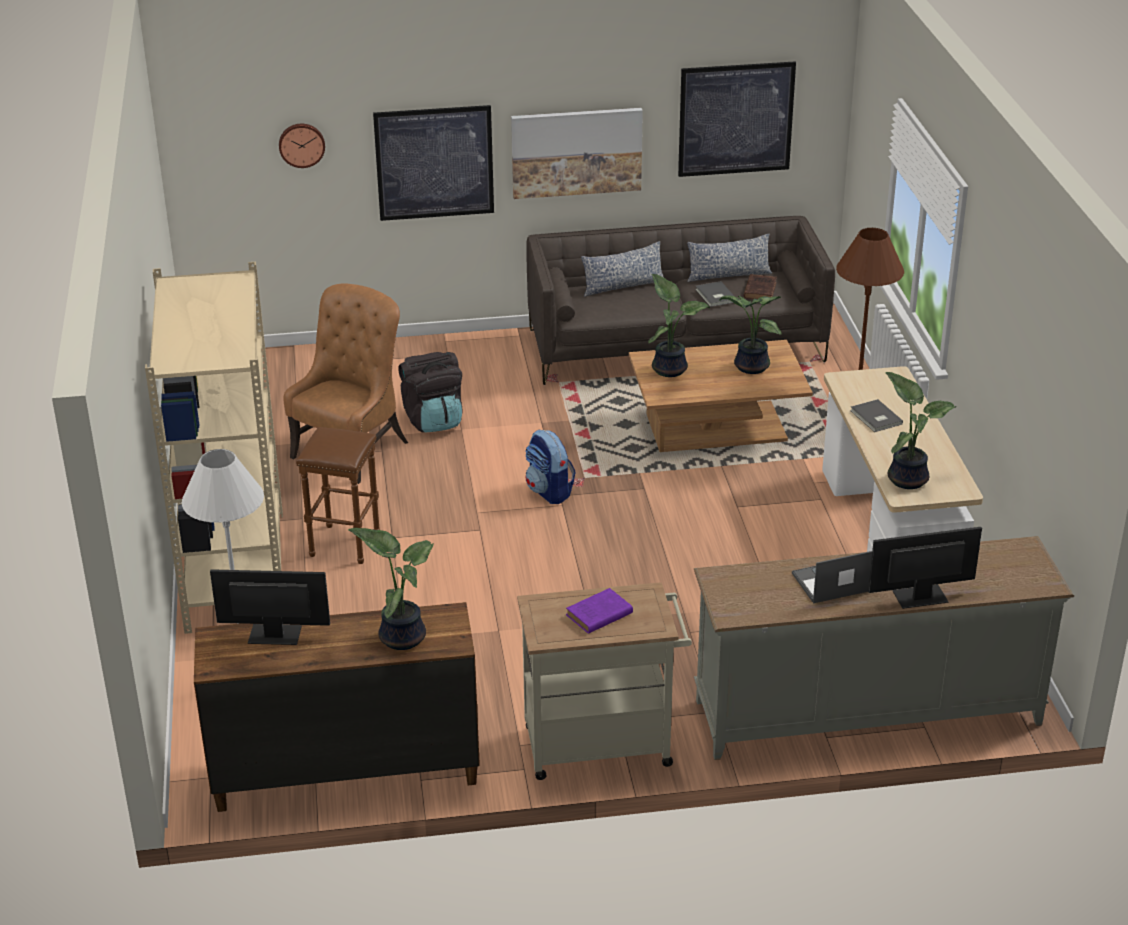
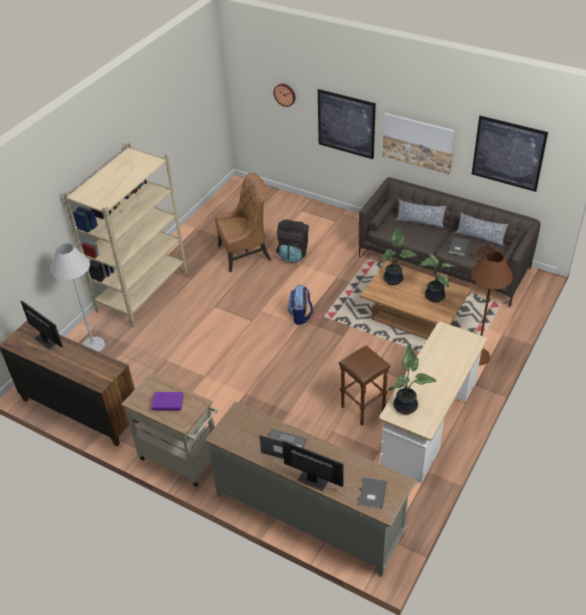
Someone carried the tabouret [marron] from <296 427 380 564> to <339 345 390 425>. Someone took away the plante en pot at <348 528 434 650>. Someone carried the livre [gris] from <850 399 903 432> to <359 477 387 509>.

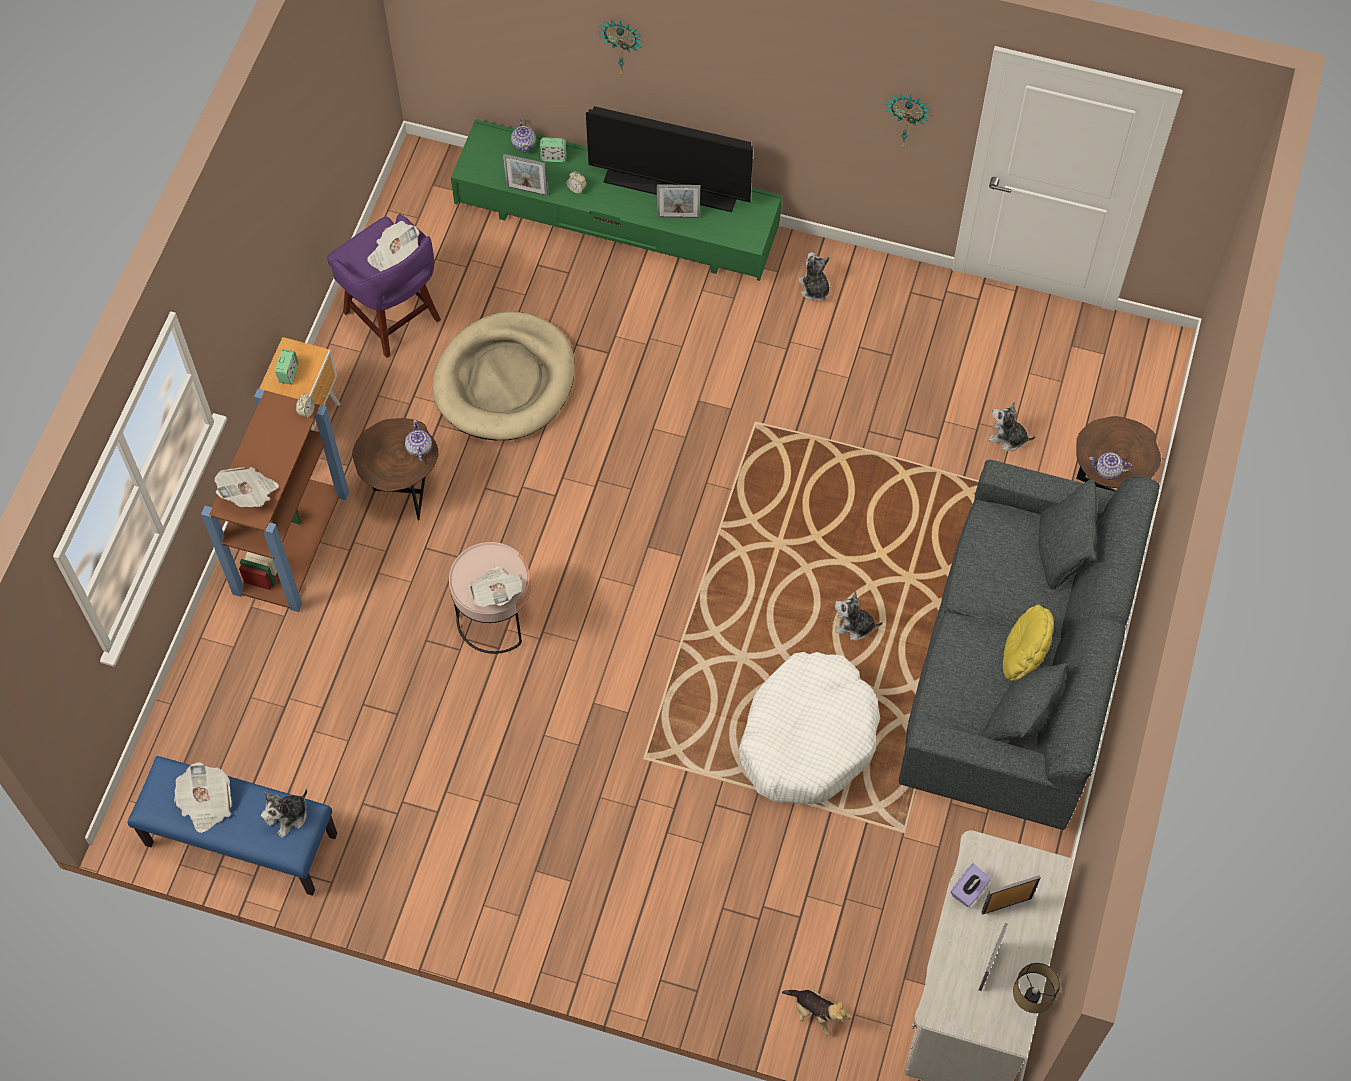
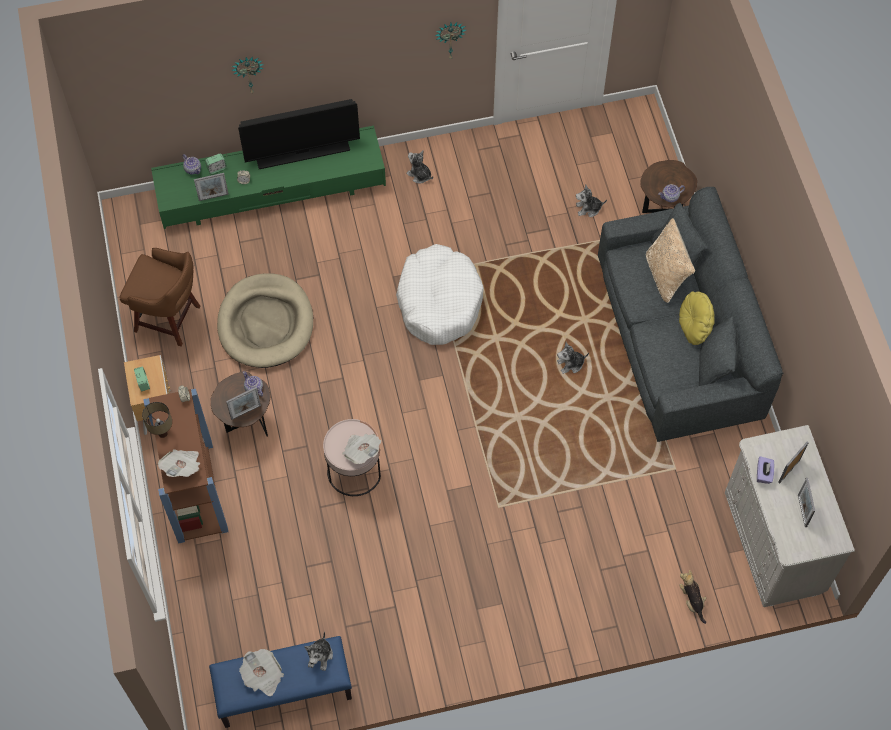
Someone repainted the tabouret [violet] at <327 214 441 358>, which became the tabouret [marron] at <119 248 200 347>. Someone took away the journal at <367 221 419 272>. Someone carried the cadre photo from <657 184 700 218> to <226 387 261 420>. Someone carried the panier pour chien [blanc] from <739 652 880 805> to <396 244 484 345>. Someone rotated the peluche at <782 990 851 1036> by 120 degrees counterclockwise. Someone carried the lampe de table from <1013 963 1060 1013> to <142 402 172 438>. Someone put down the coussin [beige] at <646 218 695 303>.

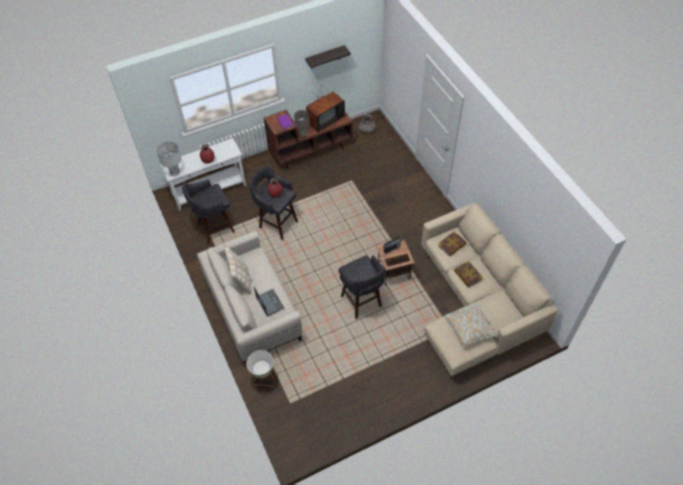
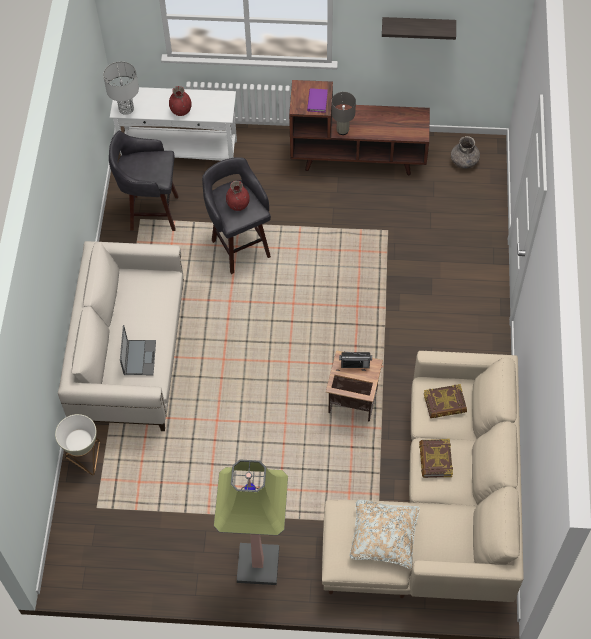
Someone took away the coussin [beige] at <223 244 251 295>. Someone took away the téléviseur at <306 84 345 132>. Someone took away the tabouret [gris] at <339 255 386 319>. Someone put down the lampadaire at <214 460 288 585>.

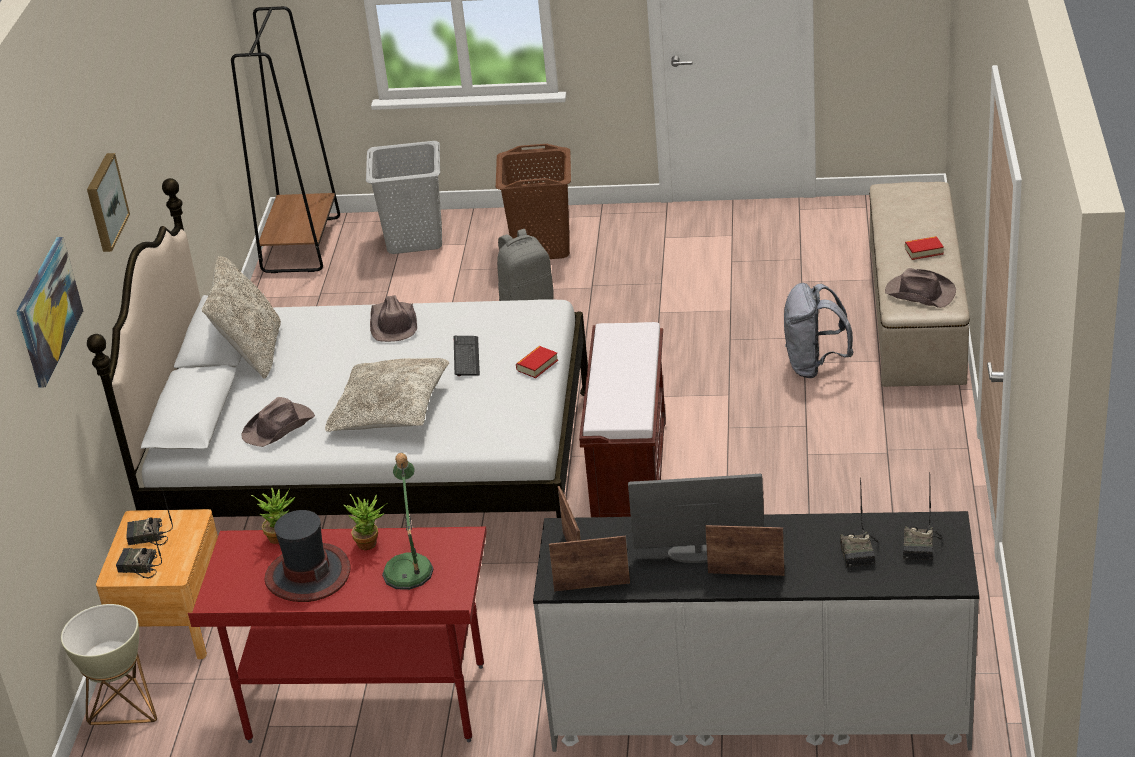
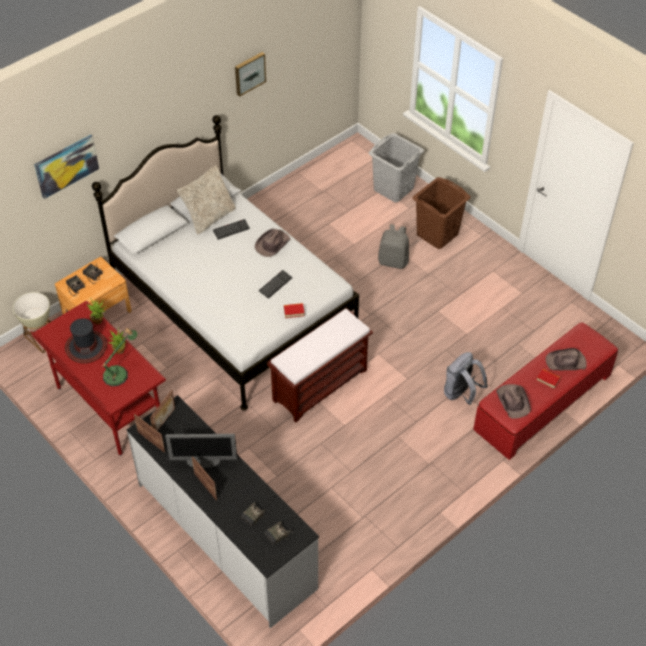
Someone carried the tableau from <87 153 130 252> to <235 52 266 97>. Someone took away the portant at <231 6 340 273>. Someone carried the chapeau [marron] from <242 397 315 447> to <546 348 587 370>. Someone took away the coussin [beige] at <325 358 449 432>. Someone rotated the écran d'ordinateur at <628 474 764 563> by 135 degrees clockwise. Someone repainted the banc [beige] at <869 182 970 387>, which became the banc [rouge] at <473 322 618 460>. Someone put down the clavier at <213 219 250 240>.

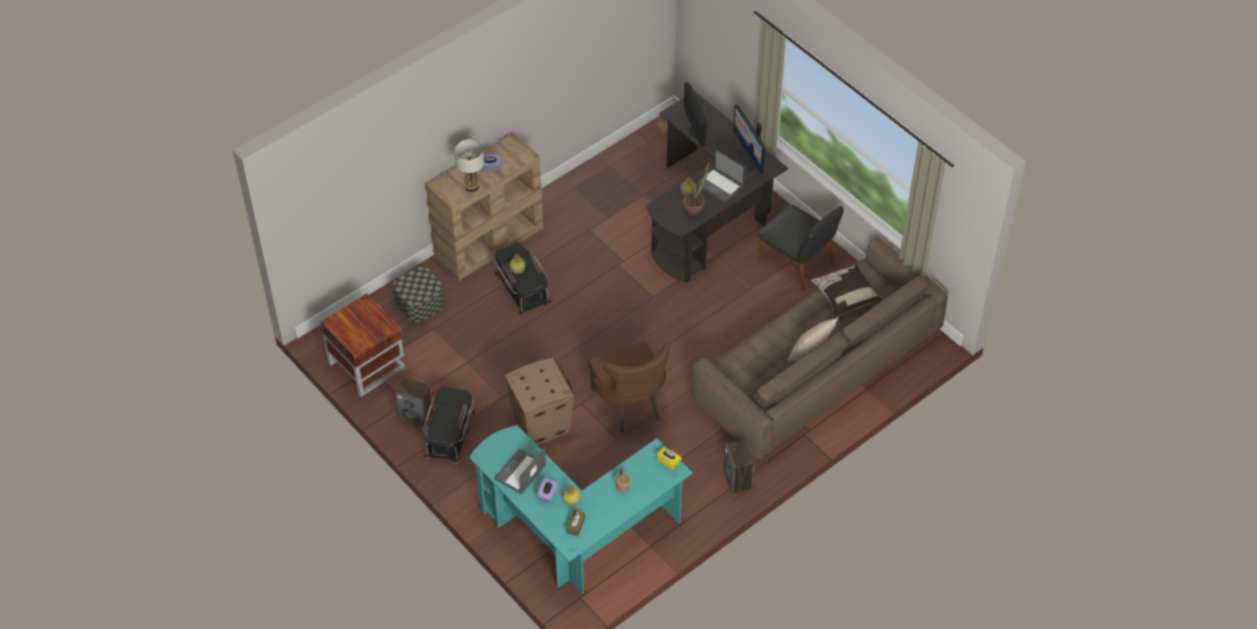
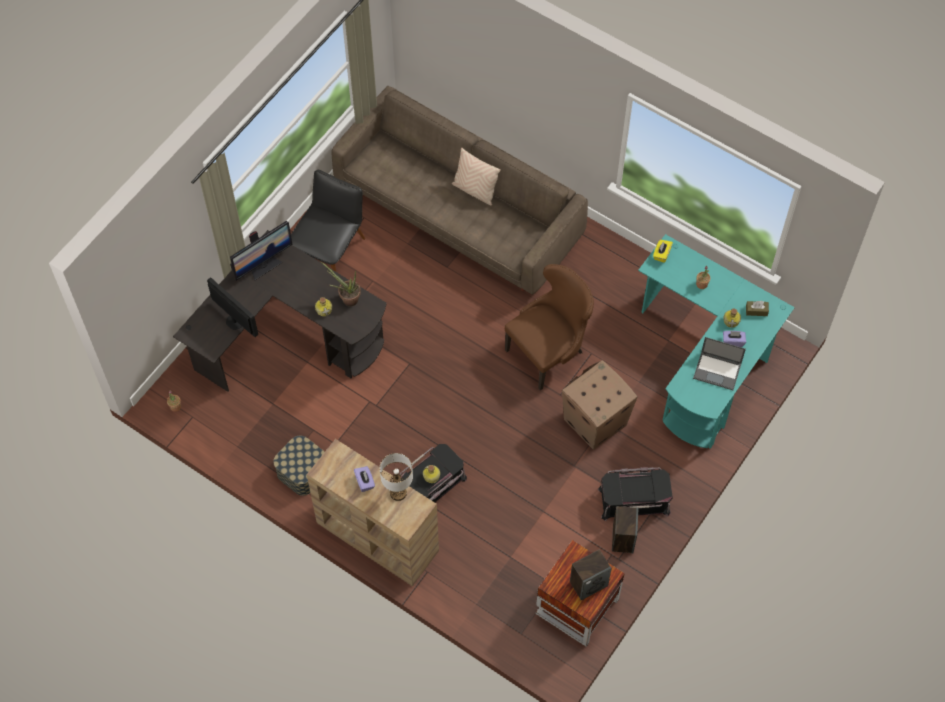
Someone carried the boîte de rangement from <393 267 444 322> to <273 435 324 496>. Someone rotated the écran d'ordinateur at <684 82 707 147> by 105 degrees counterclockwise. Someone took away the ordinateur portable at <695 149 745 203>. Someone carried the enceinte from <724 440 754 493> to <570 550 612 600>. Someone took away the coussin at <811 265 882 317>.

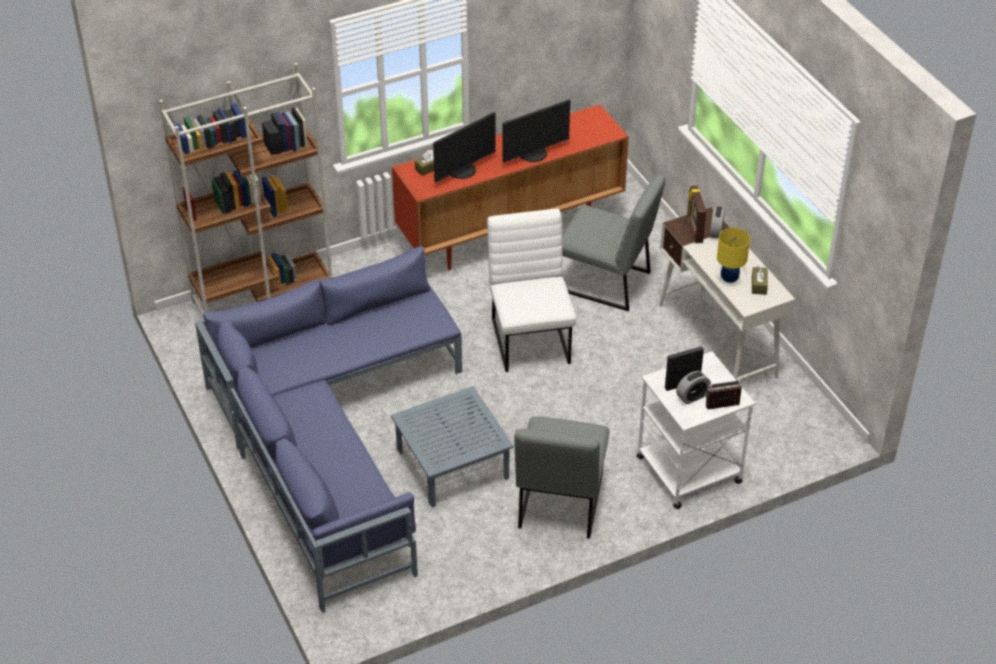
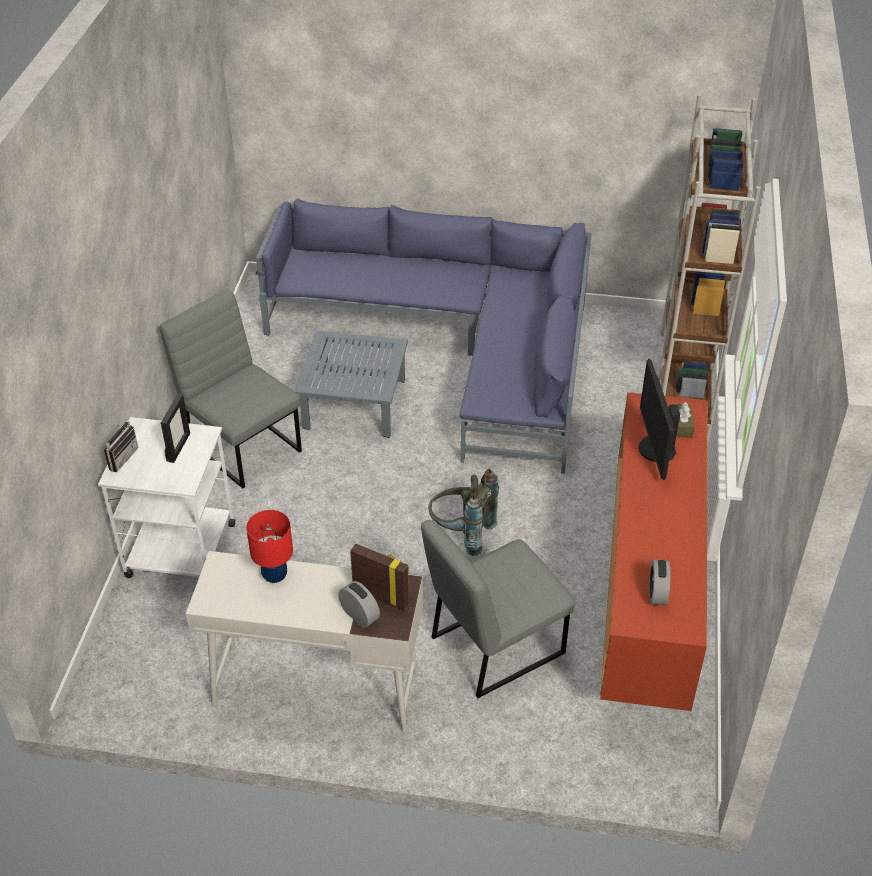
Someone swapped the chaise [blanc] at <487 209 576 372> for the sac à dos [gris] at <428 469 499 556>. Someone took away the écran d'ordinateur at <503 99 570 162>. Someone carried the réveil from <676 371 711 404> to <649 559 670 606>. Someone repainted the lampe de table [jaune] at <717 228 750 283>, which became the lampe de table [rouge] at <246 510 293 583>. Someone took away the boîte à mouchoirs [marron] at <752 266 768 295>.

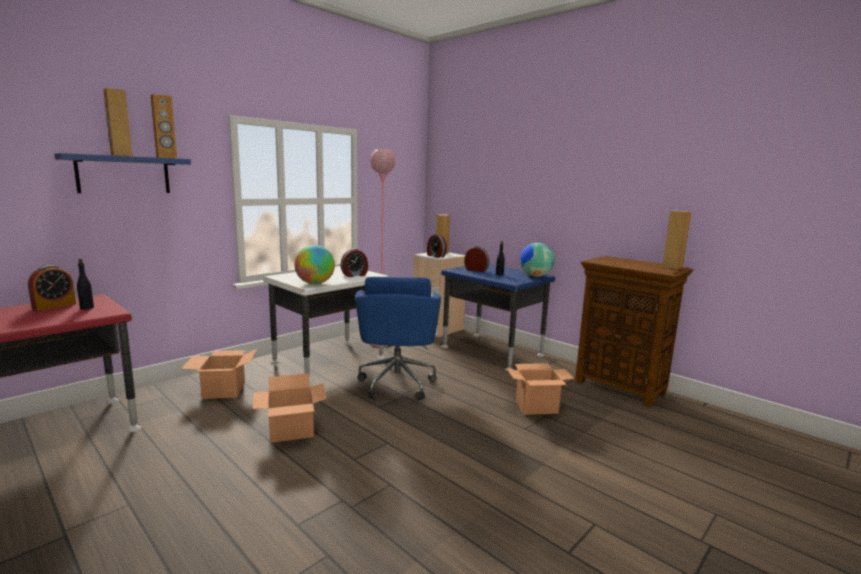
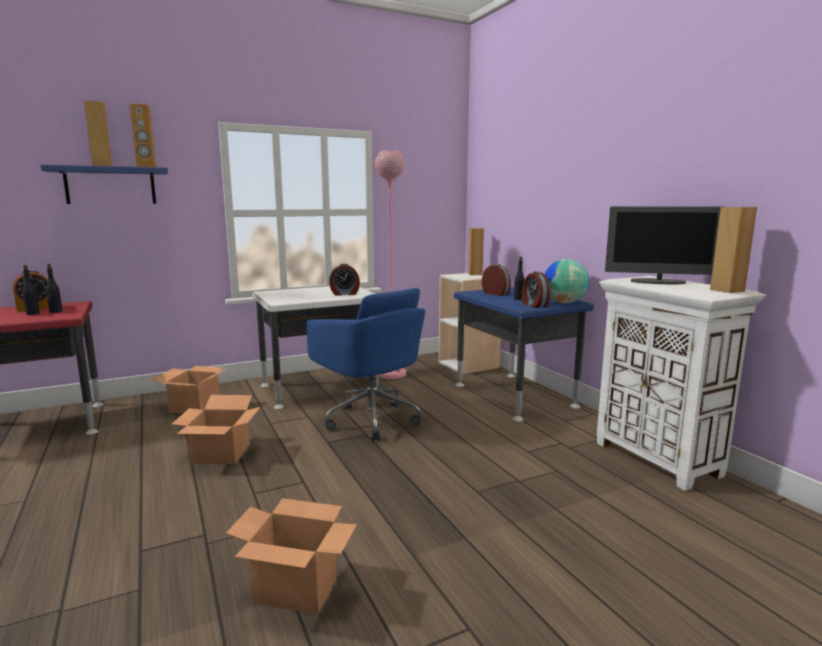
Someone took away the globe at <294 245 335 284>. Someone rotated the chaise de bureau [bleu] at <355 277 441 400> by 60 degrees counterclockwise. Someone carried the réveil from <427 234 447 258> to <522 271 550 308>. Someone carried the carton from <507 363 574 415> to <226 498 357 615>. Someone repainted the meuble de rangement [marron] at <576 256 694 407>, which became the meuble de rangement [blanc] at <597 276 767 491>. Someone put down the bouteille [noir] at <23 265 40 315>. Someone put down the écran d'ordinateur at <605 206 721 284>.

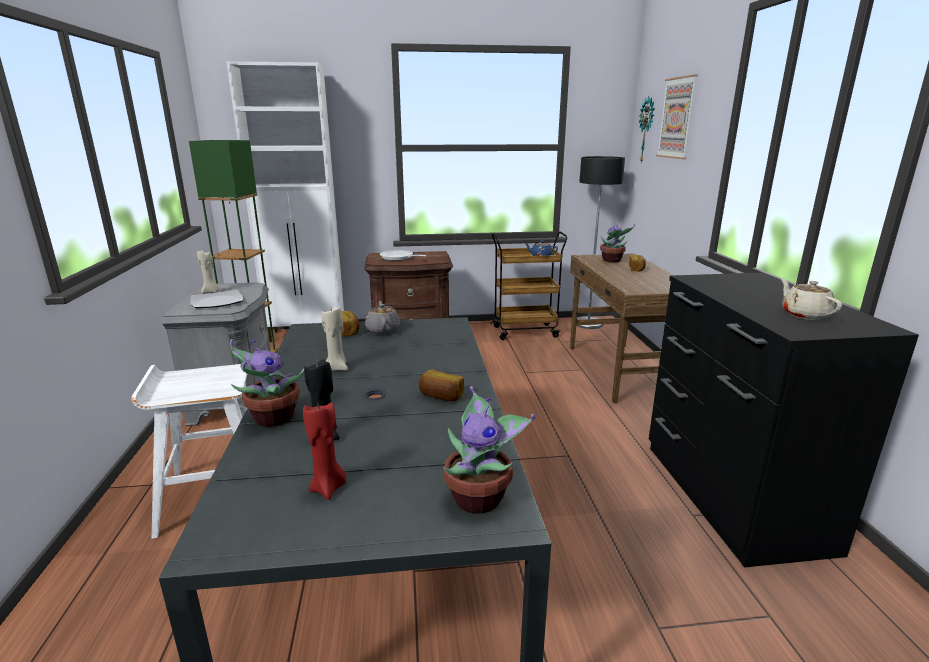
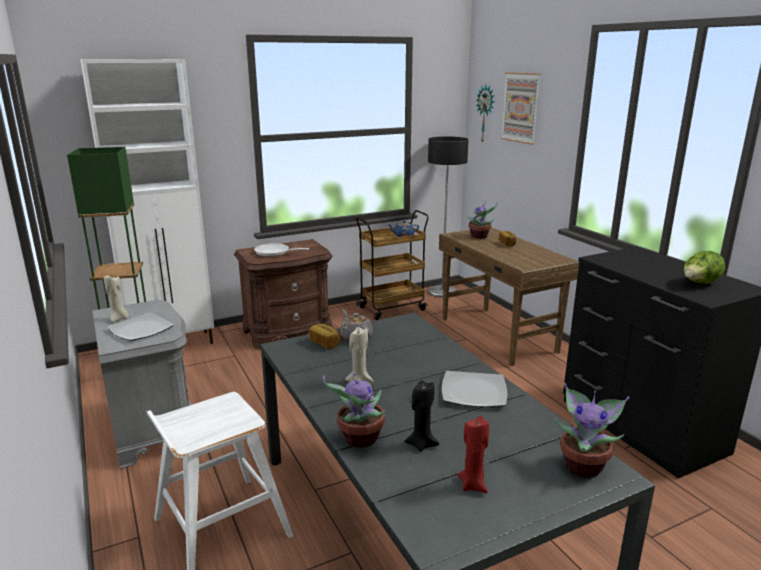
Someone swapped the pain at <418 369 464 402> for the assiette at <442 371 507 407>. Someone swapped the théière [beige] at <781 279 842 320> for the laitue at <683 251 725 284>.

